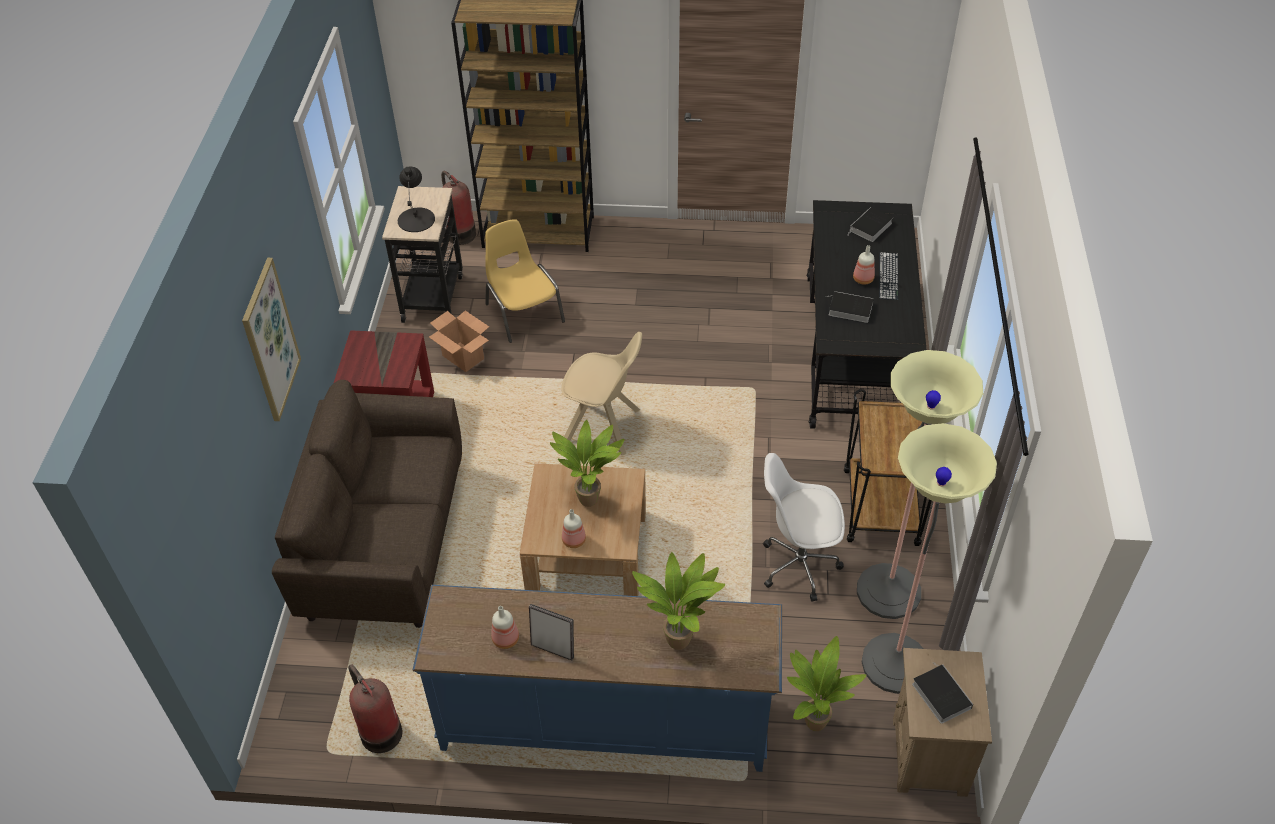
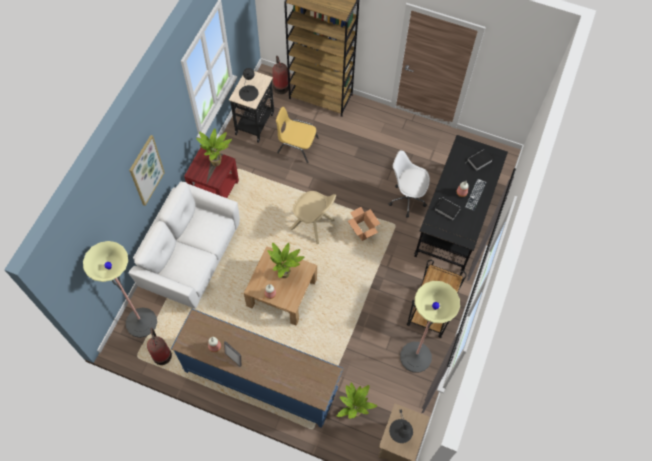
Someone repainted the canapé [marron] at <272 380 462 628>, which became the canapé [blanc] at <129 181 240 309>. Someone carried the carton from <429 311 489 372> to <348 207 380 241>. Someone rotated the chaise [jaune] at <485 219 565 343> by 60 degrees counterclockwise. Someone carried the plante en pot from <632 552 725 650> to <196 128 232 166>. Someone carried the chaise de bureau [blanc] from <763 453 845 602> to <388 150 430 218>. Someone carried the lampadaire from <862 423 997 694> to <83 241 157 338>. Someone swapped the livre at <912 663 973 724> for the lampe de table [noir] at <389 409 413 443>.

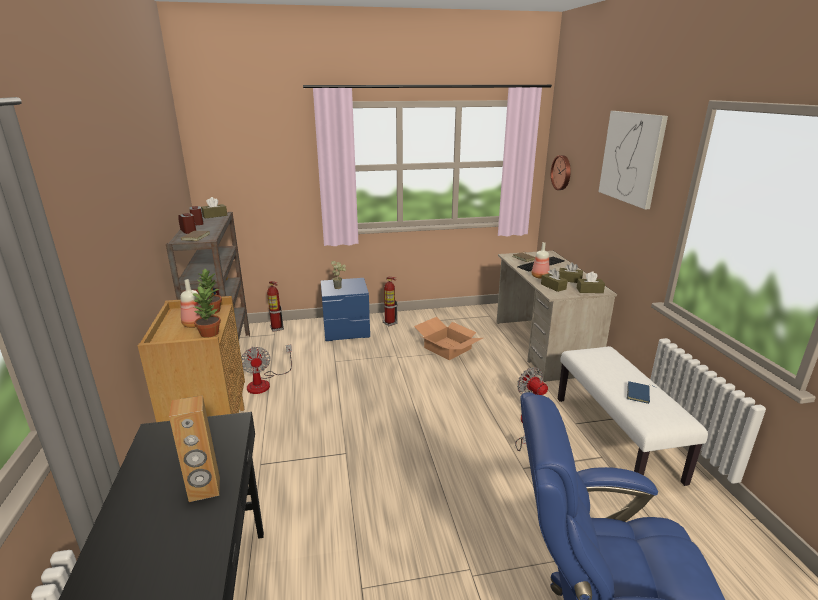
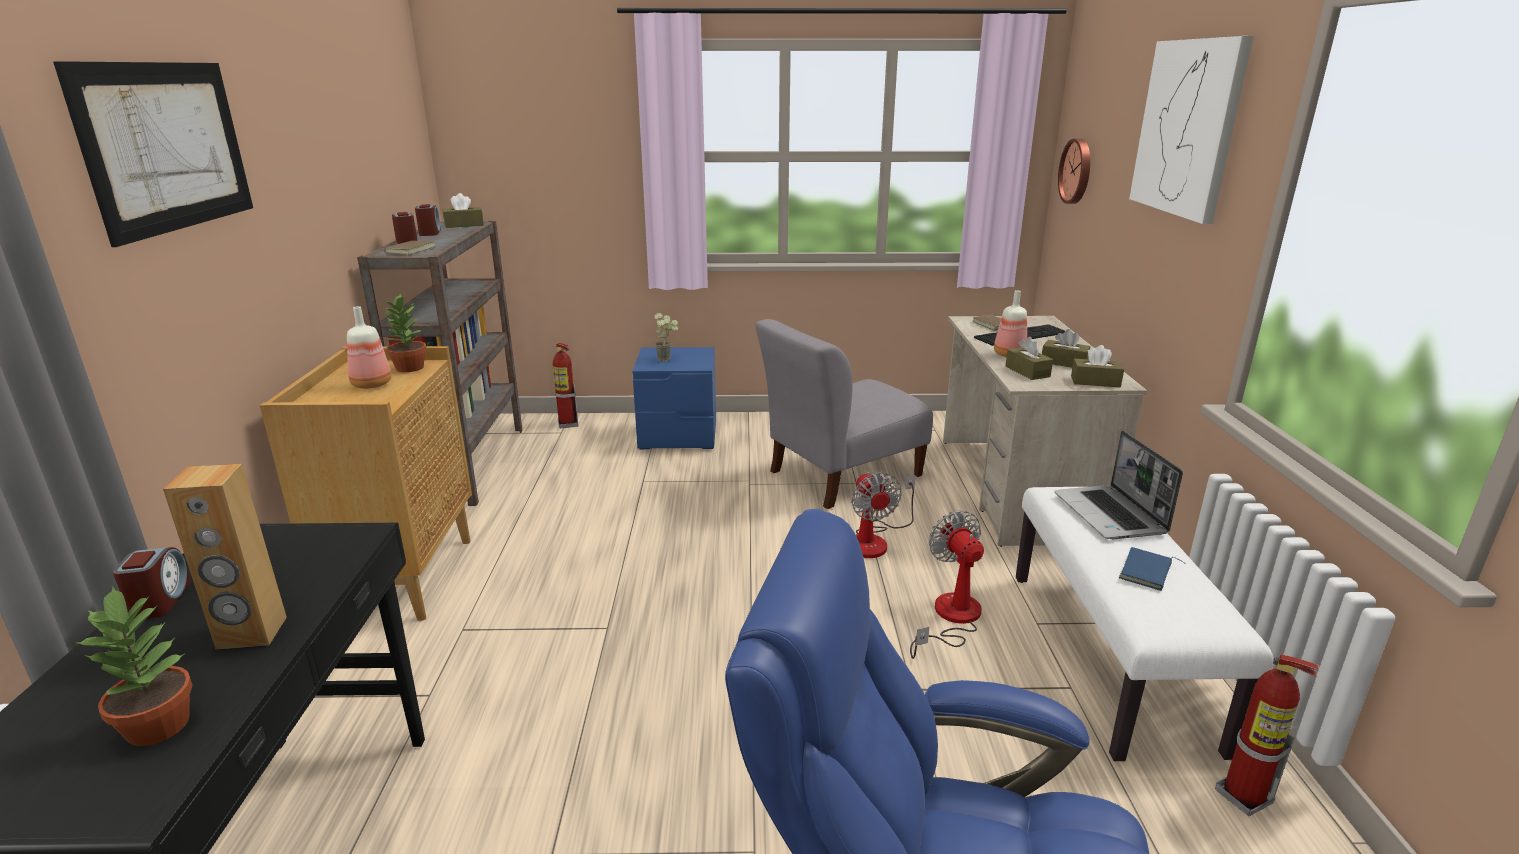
Someone carried the plante en pot from <192 285 221 338> to <74 586 193 746>. Someone carried the ventilateur from <241 344 292 394> to <851 472 916 558>. Someone carried the extincteur from <383 277 398 326> to <1215 654 1318 816>. Someone swapped the carton at <414 317 483 360> for the chaise [gris] at <755 319 933 509>. Someone put up the tableau at <53 61 253 247>. Someone put down the réveil at <113 547 191 620>. Someone put down the ordinateur portable at <1055 431 1183 539>.

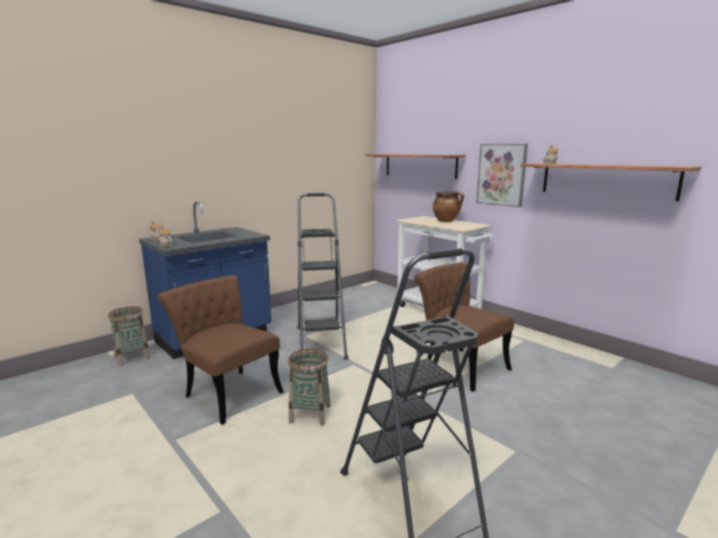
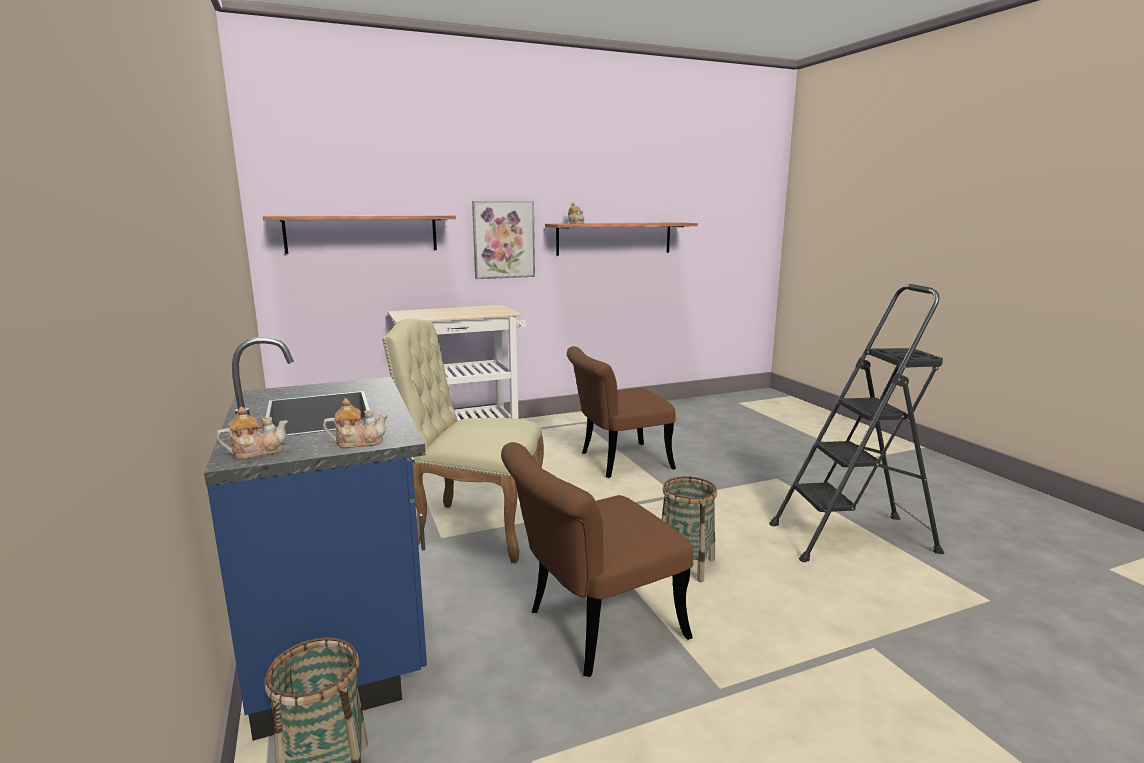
Someone swapped the escabeau at <297 193 349 360> for the chaise [beige] at <382 319 544 563>. Someone took away the marmite at <433 192 464 222>.

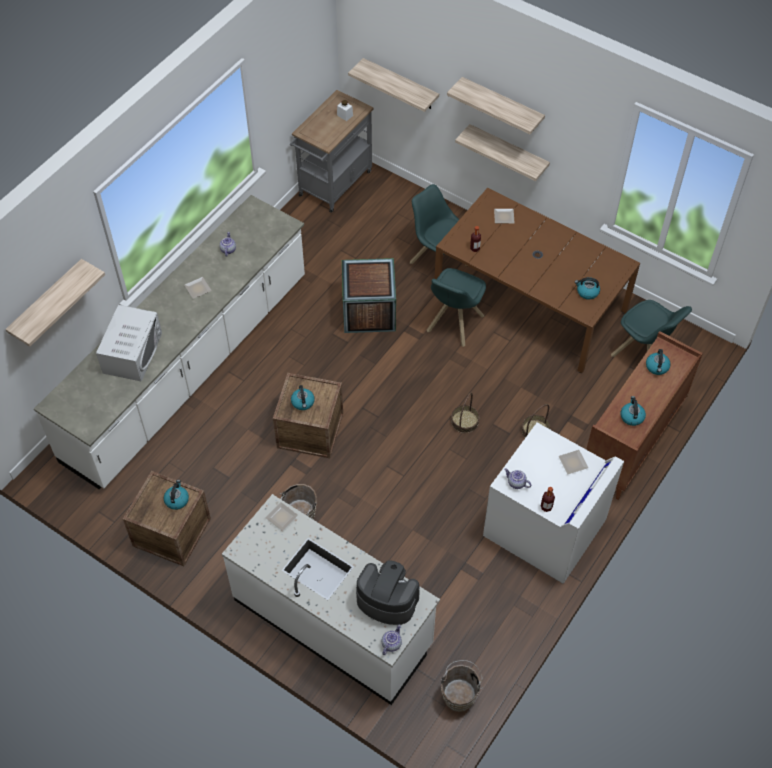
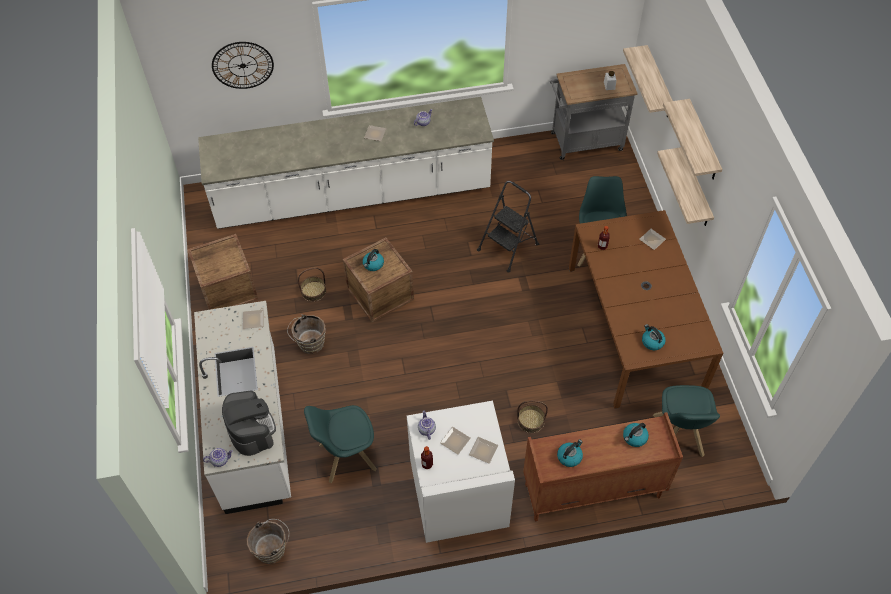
Someone swapped the étagère at <5 259 105 347> for the horloge murale at <212 42 274 89>. Someone took away the micro-ondes [blanc] at <96 305 162 381>. Someone took away the bouilloire at <164 480 189 510>. Someone swapped the caisse at <342 258 396 333> for the escabeau [noir] at <477 181 539 273>. Someone carried the chaise [turquoise] from <427 268 486 347> to <304 405 377 483>. Someone carried the panier from <451 392 479 433> to <298 267 326 302>. Someone put down the assiette at <440 427 471 454>.

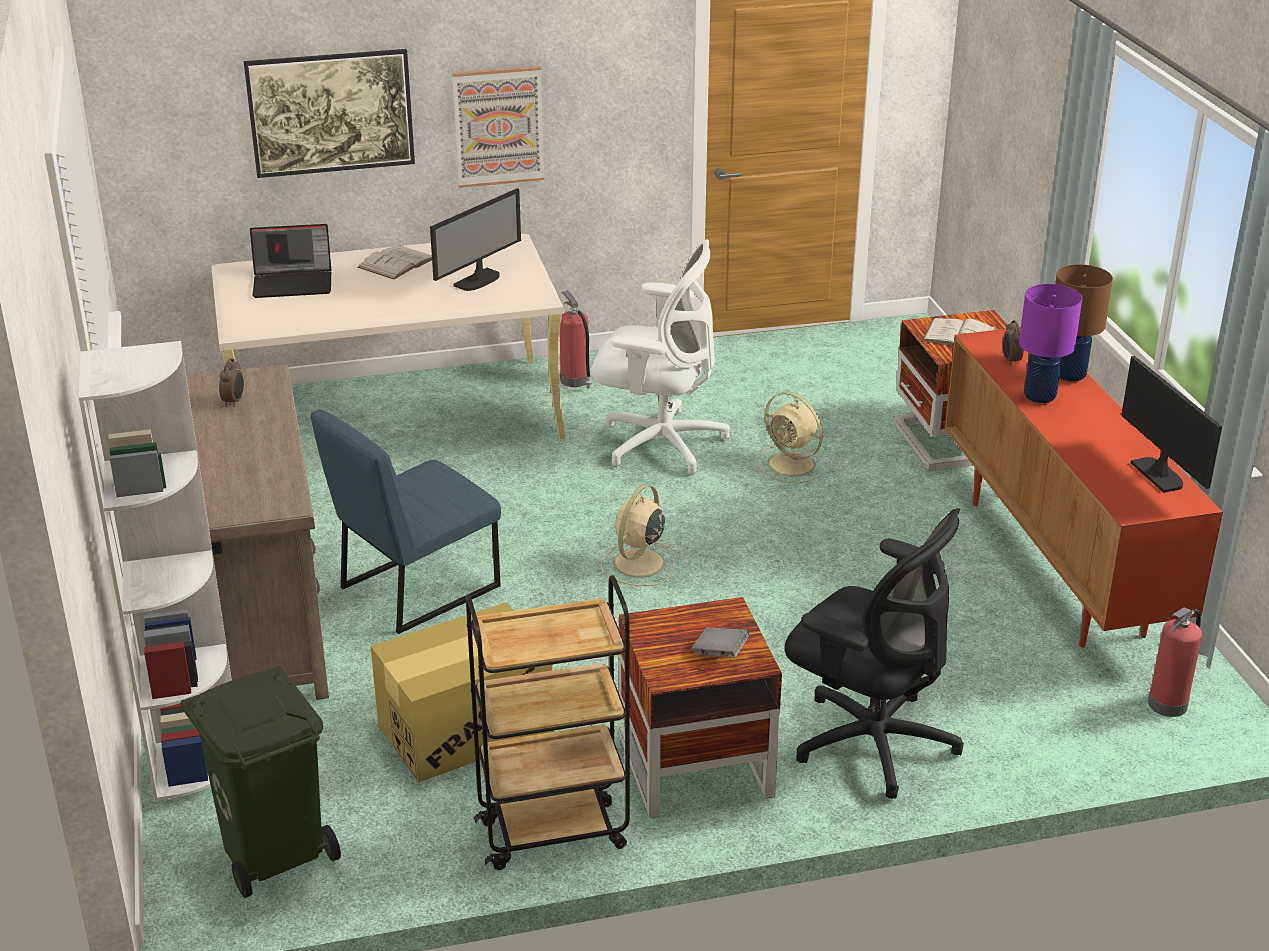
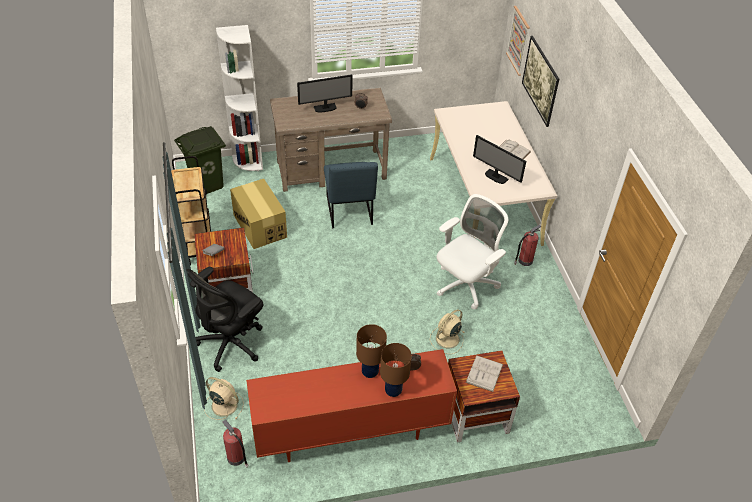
Someone took away the ordinateur portable at <250 224 331 298>. Someone rotated the chaise [bleu] at <311 409 501 634> by 150 degrees counterclockwise. Someone carried the tableau from <452 66 544 188> to <506 6 530 76>. Someone rotated the chaise de bureau [blanc] at <591 239 730 474> by 150 degrees counterclockwise. Someone carried the ventilateur [beige] from <601 484 674 586> to <204 377 244 420>. Someone repainted the lampe de table [violet] at <1019 284 1082 403>, which became the lampe de table [marron] at <356 324 387 378>. Someone carried the écran d'ordinateur from <1121 356 1222 493> to <297 74 353 113>.

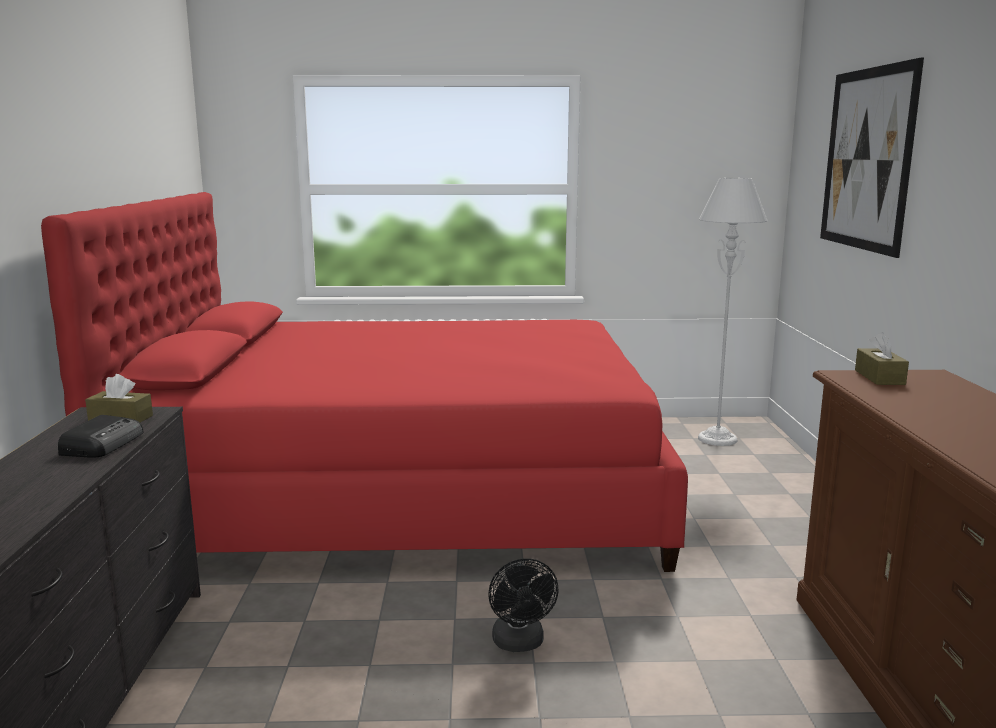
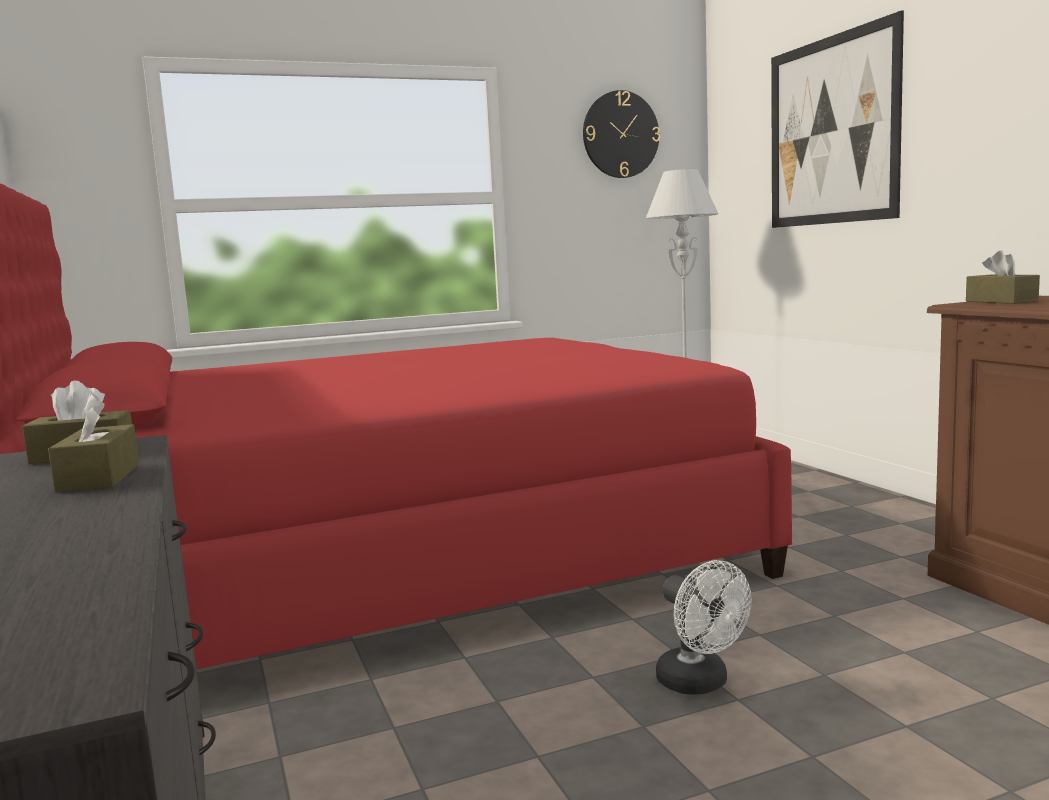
Someone swapped the radio at <58 415 143 458> for the boîte à mouchoirs [marron] at <48 394 139 493>. Someone repainted the ventilateur [noir] at <488 558 559 652>, which became the ventilateur [blanc] at <656 560 752 694>. Someone put up the horloge murale at <583 90 660 178>.

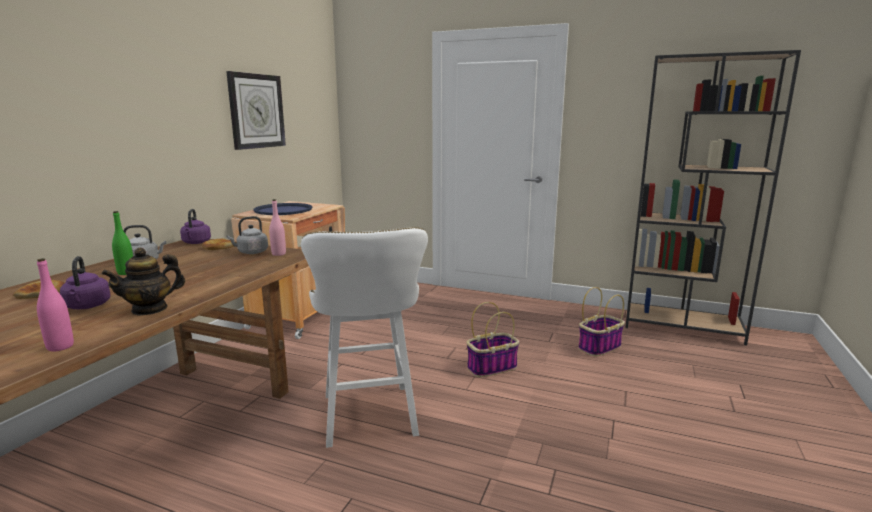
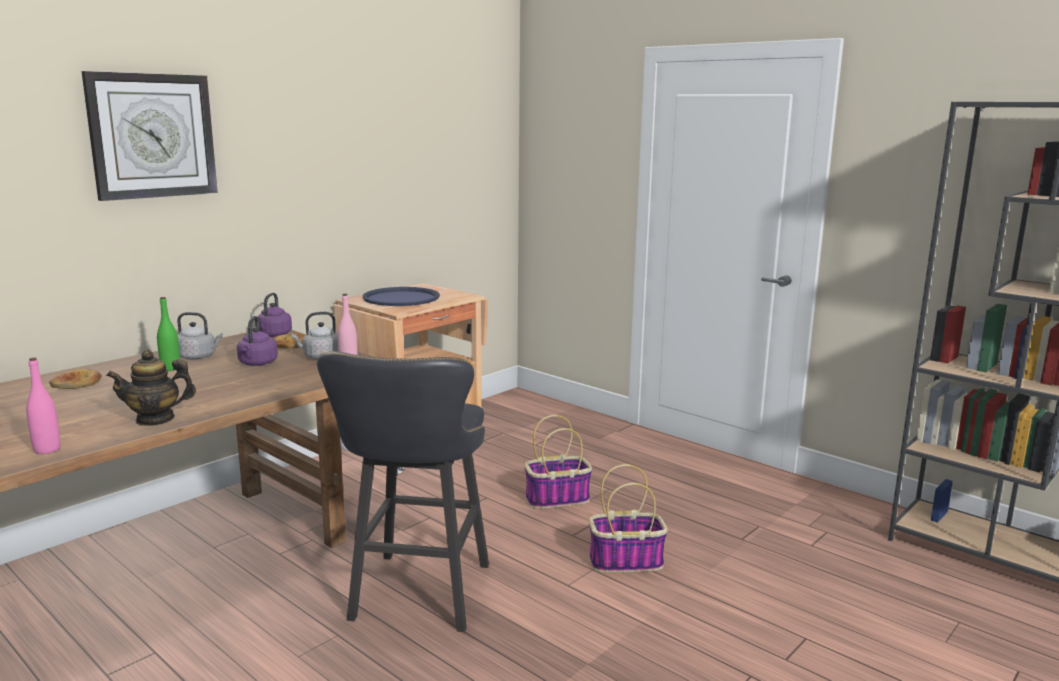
Someone carried the bouilloire [violet] from <60 256 110 309> to <237 316 278 366>. Someone carried the horloge murale from <226 71 286 150> to <82 71 218 201>. Someone repainted the tabouret [blanc] at <301 227 428 448>, which became the tabouret [noir] at <317 351 489 632>. Someone carried the panier from <578 287 625 357> to <524 415 592 509>.

